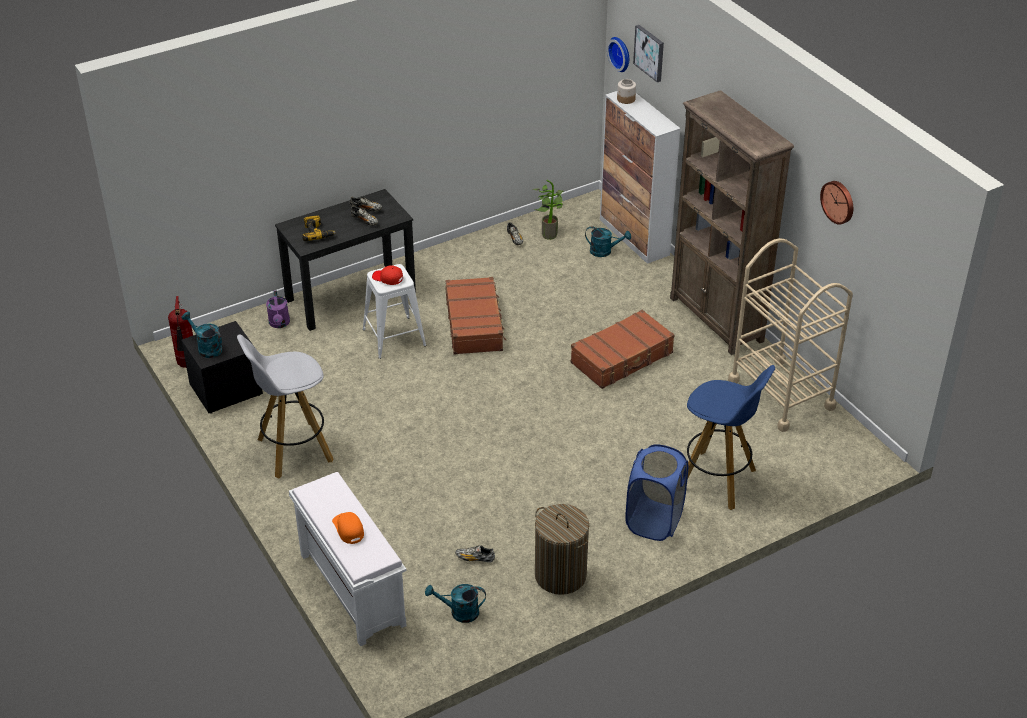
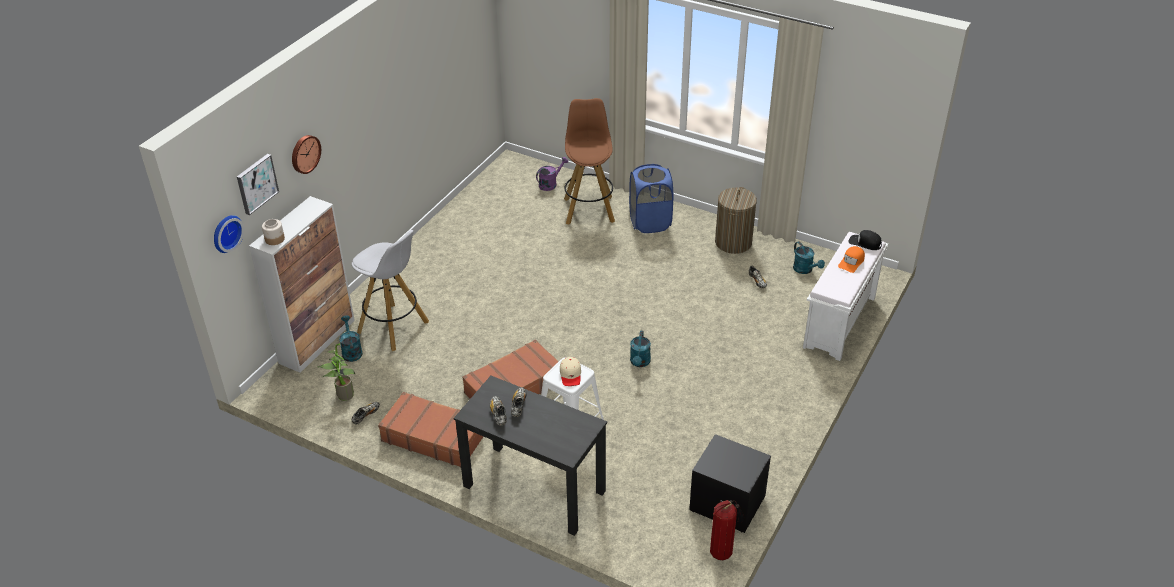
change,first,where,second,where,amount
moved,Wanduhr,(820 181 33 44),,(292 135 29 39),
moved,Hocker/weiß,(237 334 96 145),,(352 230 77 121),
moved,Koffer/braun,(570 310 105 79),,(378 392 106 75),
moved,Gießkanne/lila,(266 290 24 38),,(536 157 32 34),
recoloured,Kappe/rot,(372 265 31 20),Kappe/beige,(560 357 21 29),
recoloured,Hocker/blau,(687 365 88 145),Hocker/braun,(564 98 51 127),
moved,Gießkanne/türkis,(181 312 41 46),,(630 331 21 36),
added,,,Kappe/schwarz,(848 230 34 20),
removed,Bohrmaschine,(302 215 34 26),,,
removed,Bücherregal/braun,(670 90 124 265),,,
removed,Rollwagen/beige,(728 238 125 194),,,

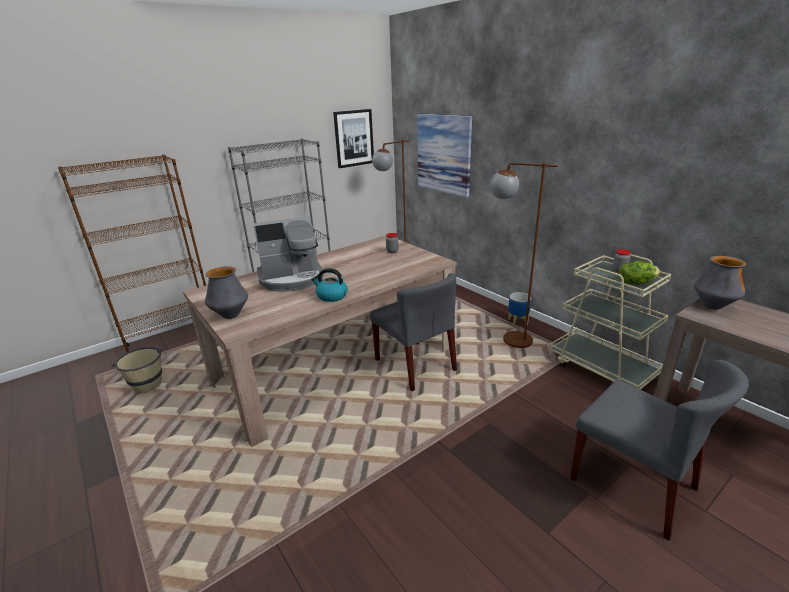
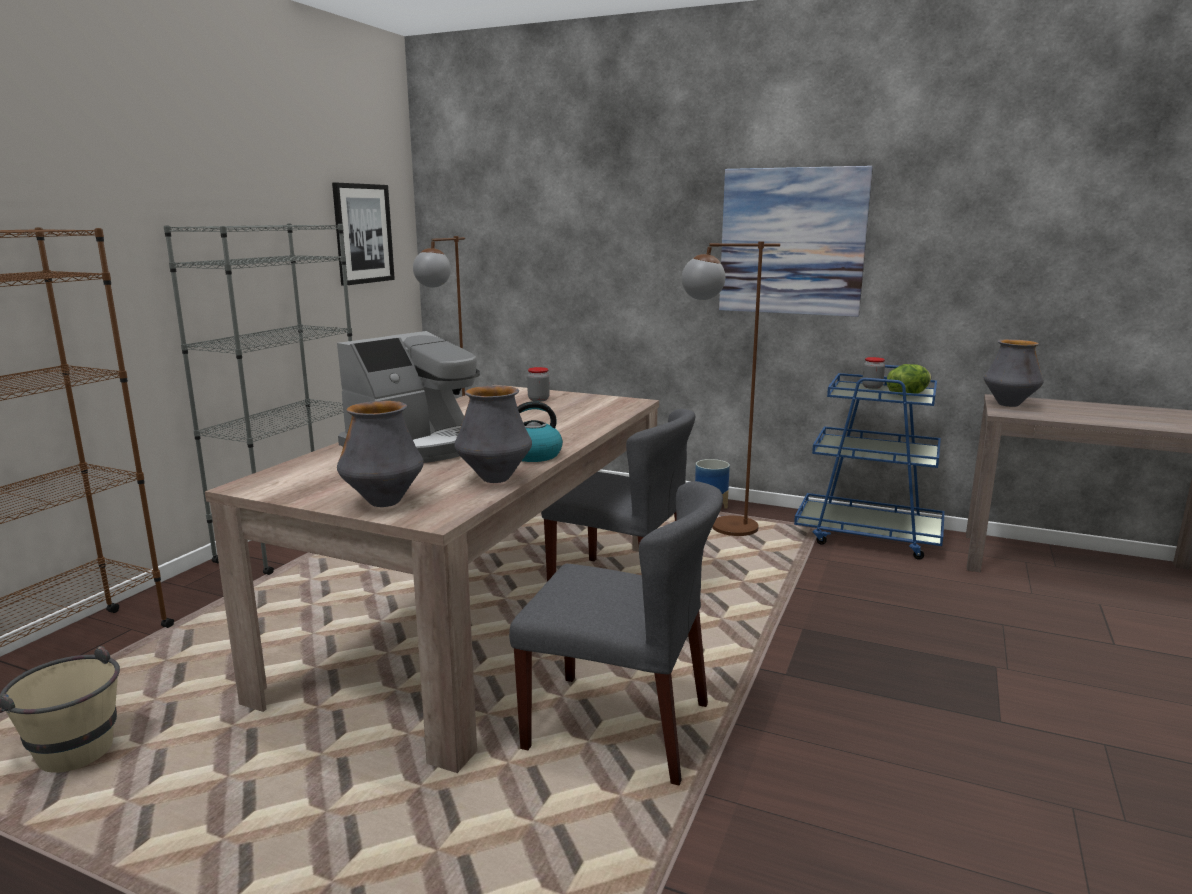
change,first,where,second,where,amount
added,,,Vase,(454 386 78 97),
moved,Stuhl/grau,(570 360 179 181),,(509 481 214 304),
moved,Bild,(417 114 55 84),,(719 166 154 151),
recoloured,Rollwagen/beige,(549 254 122 136),Rollwagen/blau,(794 365 151 195),

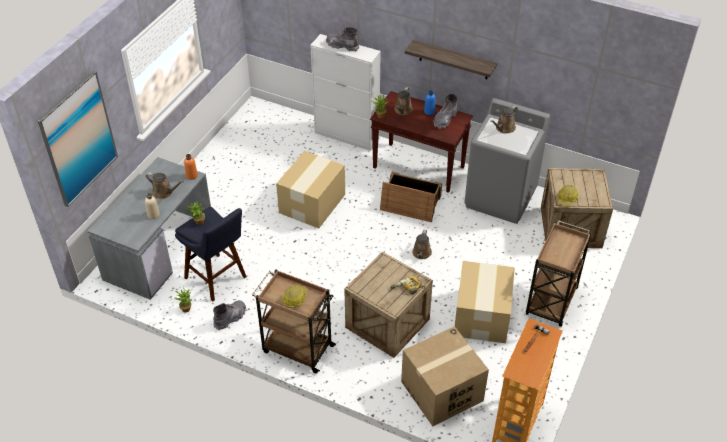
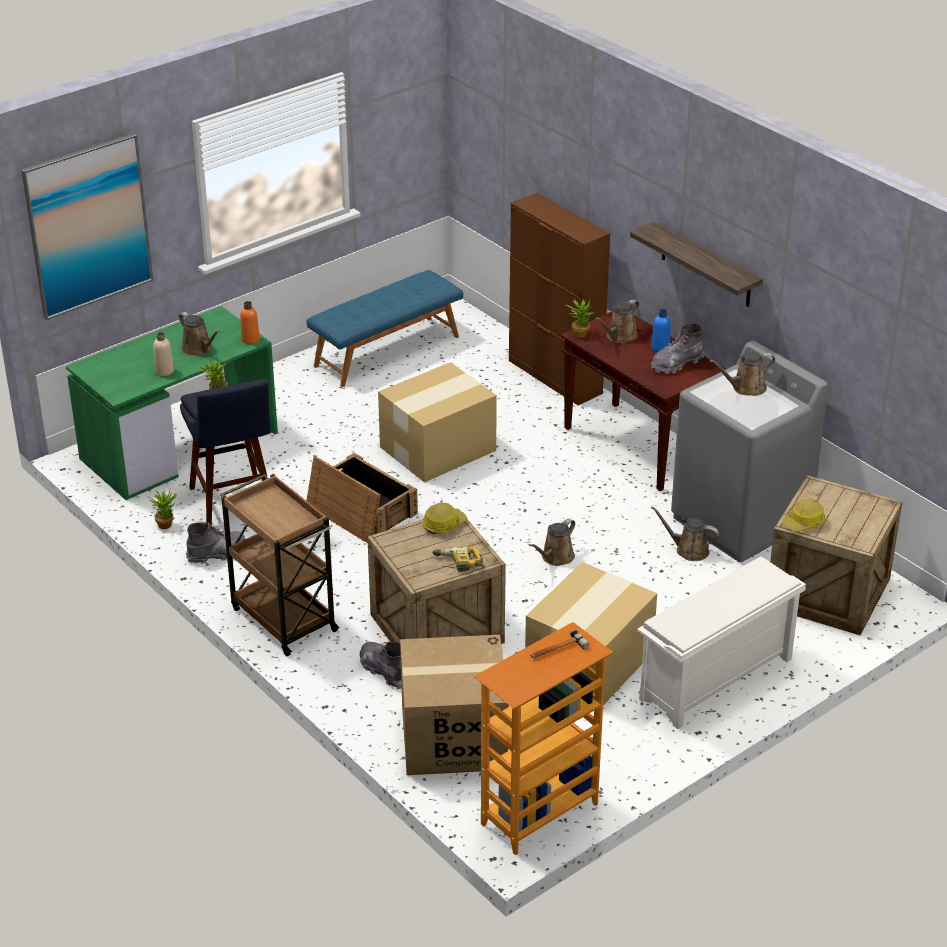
change,first,where,second,where,amount
recoloured,Schreibtisch/grau,(87 157 124 143),Schreibtisch/grün,(66 306 212 194),
moved,Kiste,(380 172 62 50),,(306 453 112 90),
added,,,Bank/blau,(307 270 156 117),
moved,Stiefel/grau,(326 27 33 25),,(360 641 42 48),
moved,Schutzhelm,(282 285 26 23),,(422 503 46 31),
recoloured,Schrank/weiß,(310 34 71 117),Schrank/braun,(509 193 101 212),
replaced,Rollwagen/braun,(526 220 65 107),Schuhregal/weiß,(637 556 169 173),
added,,,Gießkanne/braun,(651 506 68 55),

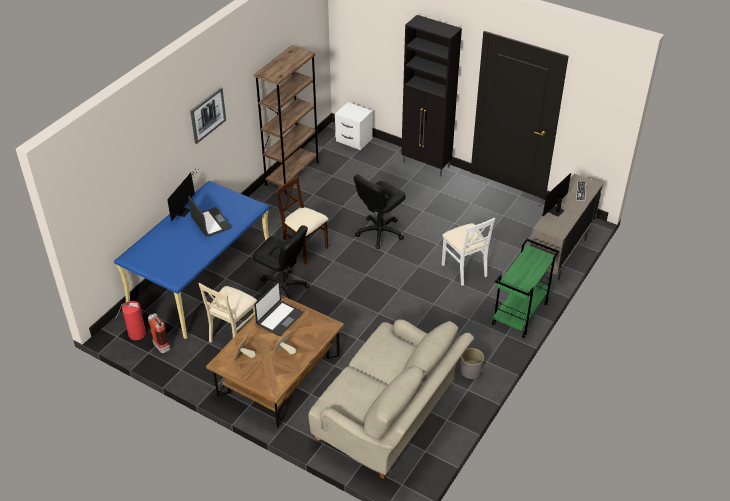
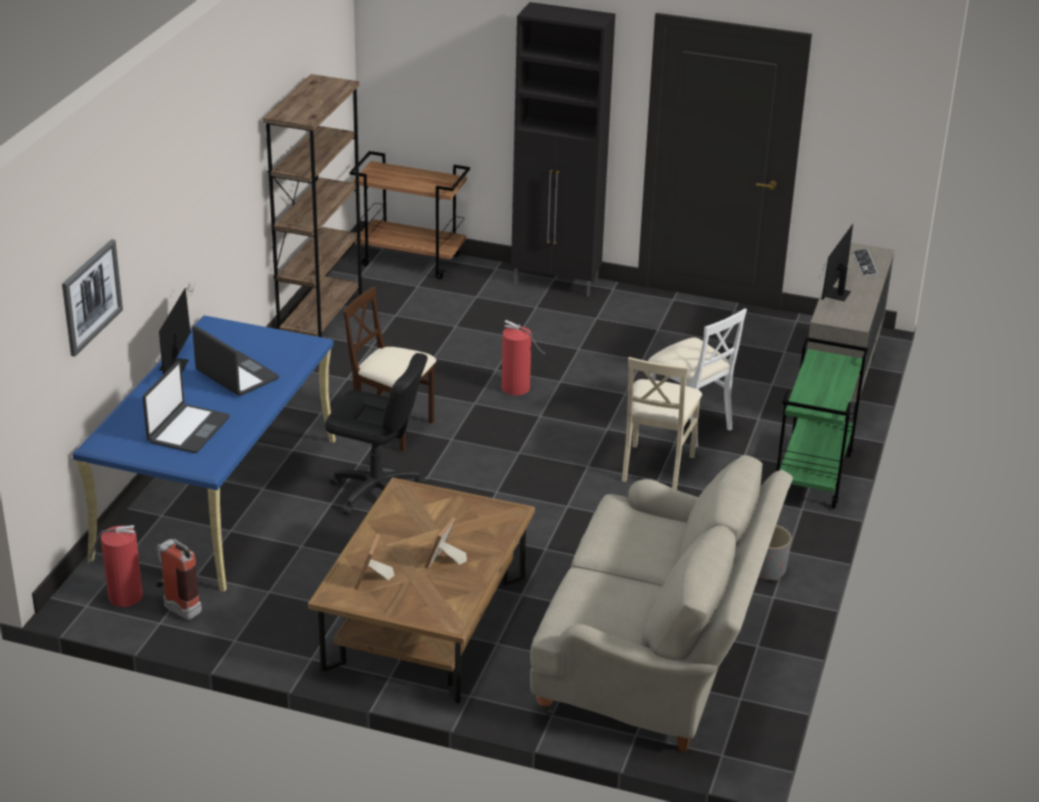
change,first,where,second,where,amount
moved,Bild,(190 87 36 57),,(62 239 61 118),
moved,Laptop,(254 281 49 55),,(143 361 87 92),
replaced,Nachttisch/weiß,(335 102 38 48),Rollwagen/braun,(349 151 121 128),
replaced,Bürostuhl/schwarz,(353 174 53 75),Feuerlöscher,(502 320 43 75),
moved,Stuhl/beige,(199 283 58 60),,(622 357 80 133),

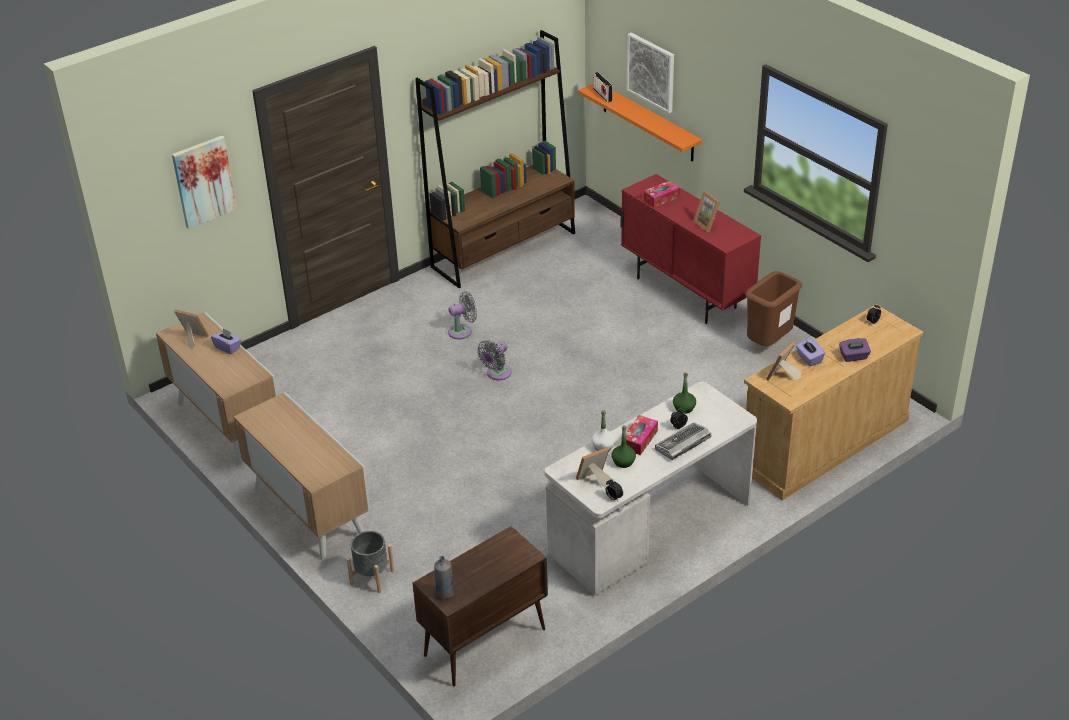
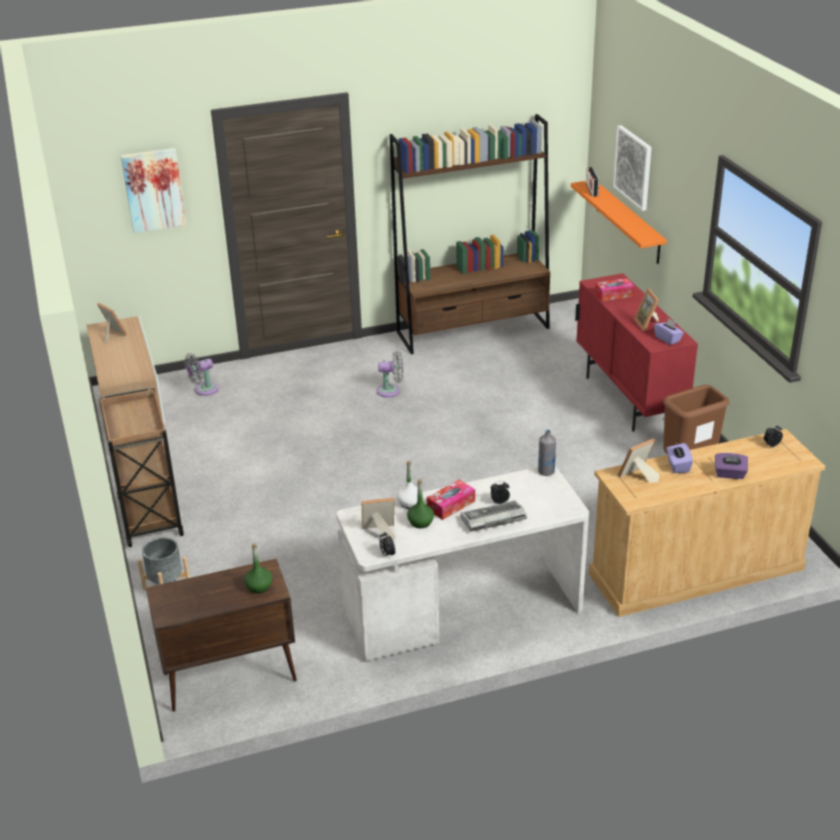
change,first,where,second,where,amount
replaced,Schrank,(234 392 136 168),Rollwagen/braun,(99 387 85 160),
moved,Ventilator/grau,(477 340 35 40),,(184 353 35 43),
moved,Flasche/grün,(673 372 23 42),,(244 544 28 49),
moved,Flasche/grau,(434 556 20 43),,(538 430 18 46),
moved,Taschentuchbox/lila,(211 328 30 26),,(654 318 30 27),

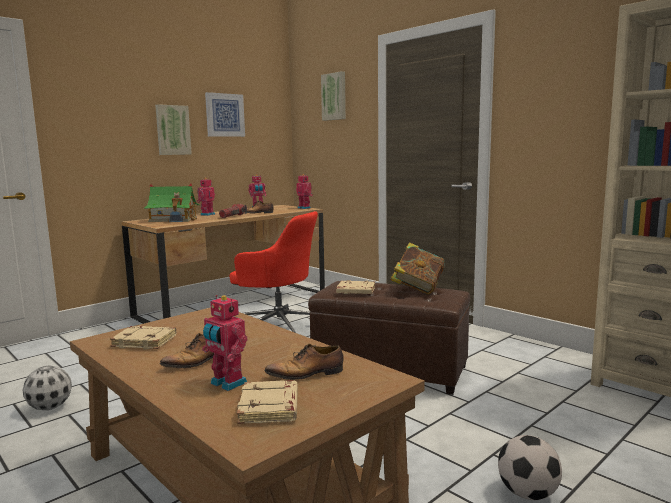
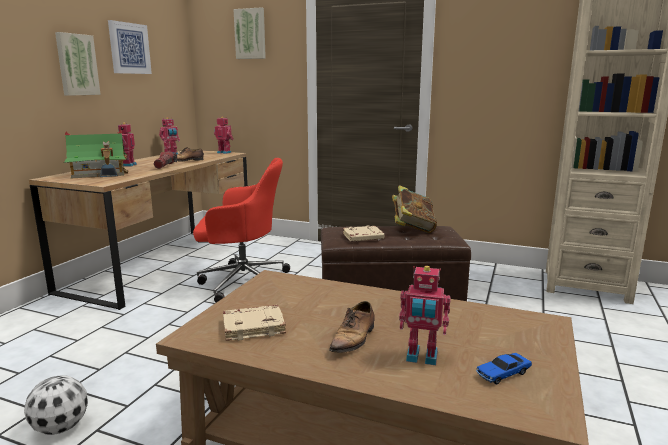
change,first,where,second,where,amount
replaced,Buch/beige,(237 380 61 44),Spielzeugauto,(476 353 56 32),
removed,Schuh,(264 343 80 37),,,
removed,Fußball,(498 435 64 65),,,

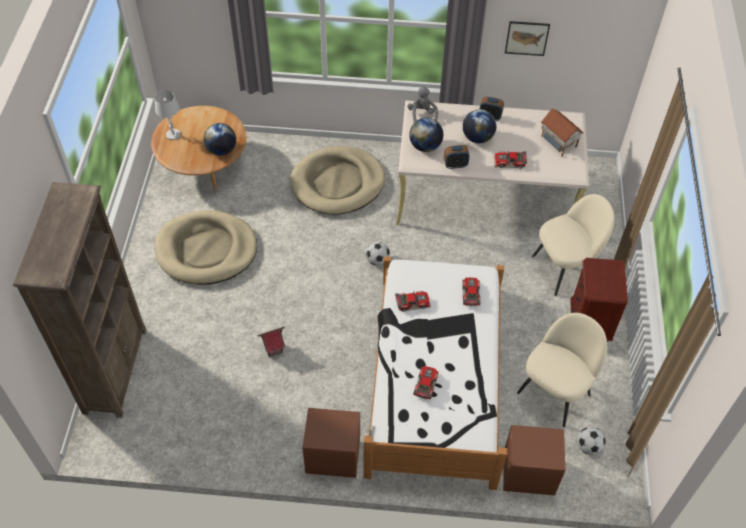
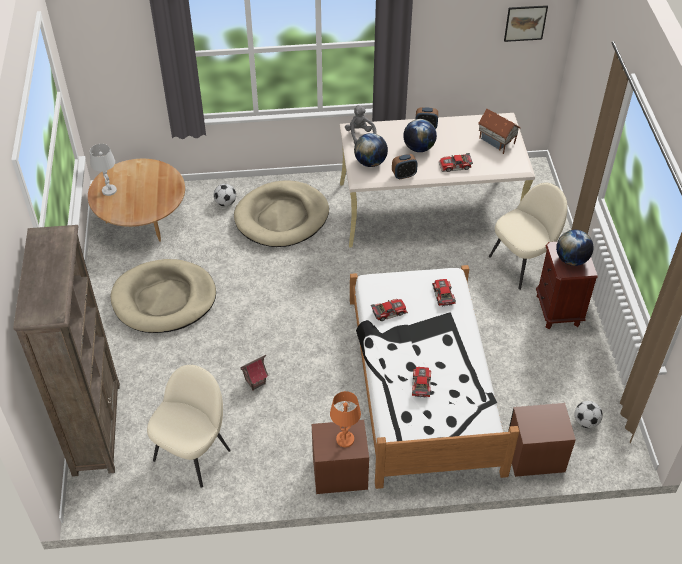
change,first,where,second,where,amount
moved,Stuhl/beige,(517 313 90 114),,(147 365 84 123),
moved,Fußball,(366 241 24 25),,(213 184 23 22),
added,,,Tischlampe/orange,(330 391 31 56),
moved,Bild,(505 21 45 35),,(504 5 44 37),
moved,Globus,(204 123 32 33),,(556 230 38 36),

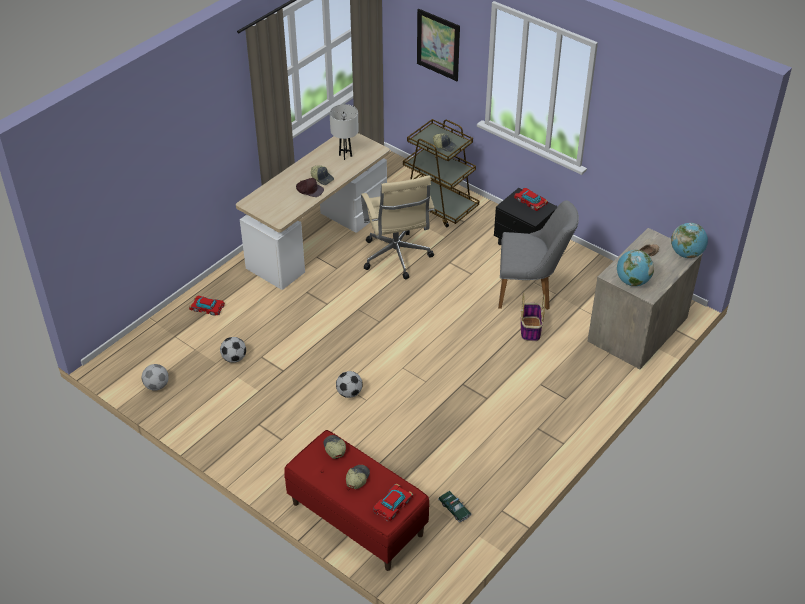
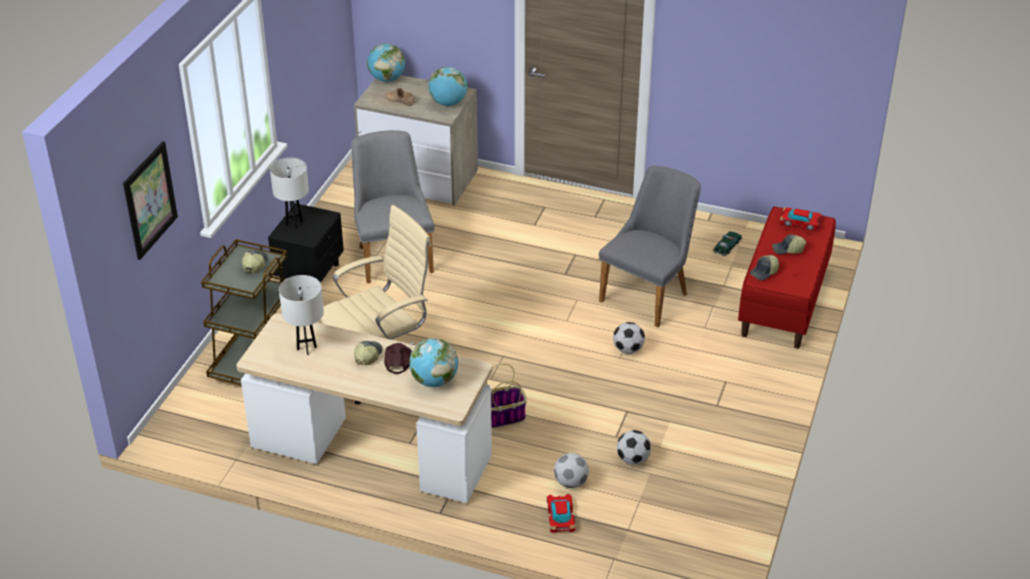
change,first,where,second,where,amount
replaced,Spielzeugauto,(514 188 34 23),Tischlampe/weiß,(270 158 39 70),
added,,,Globus,(409 338 49 49),
moved,Korb,(521 293 24 48),,(486 363 41 65),
moved,Fußball,(142 364 27 27),,(554 453 35 35),
added,,,Stuhl/grau,(599 166 102 162),

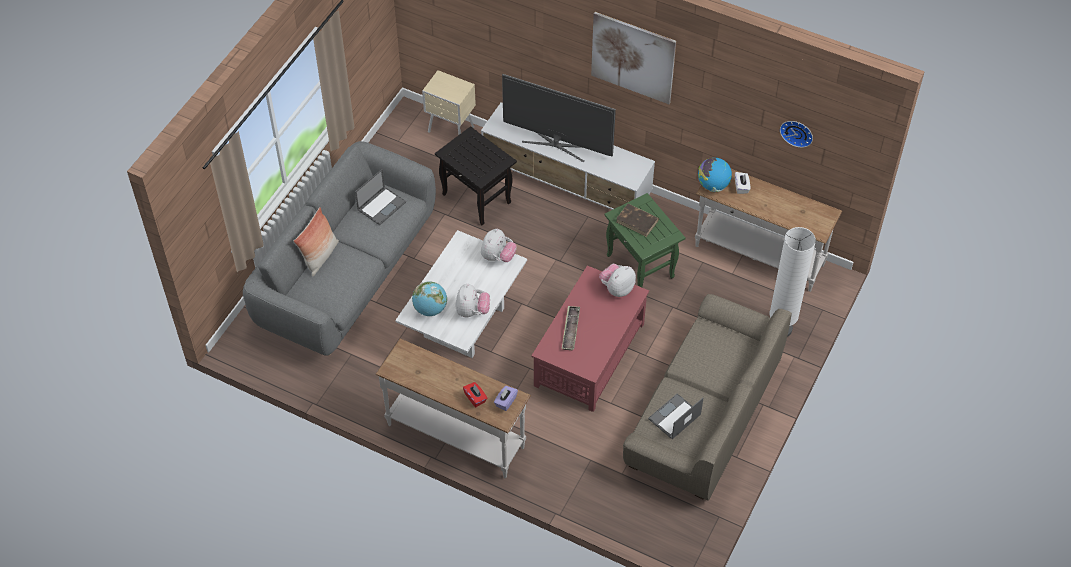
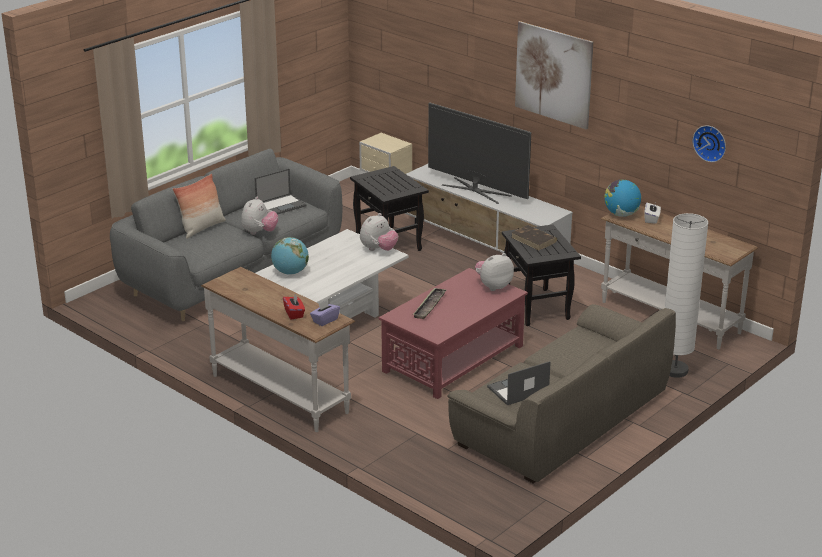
change,first,where,second,where,amount
moved,Plüschtier,(455 284 35 33),,(241 197 37 38),
recoloured,Beistelltisch/grün,(605 193 81 95),Beistelltisch/schwarz,(502 224 79 102),

